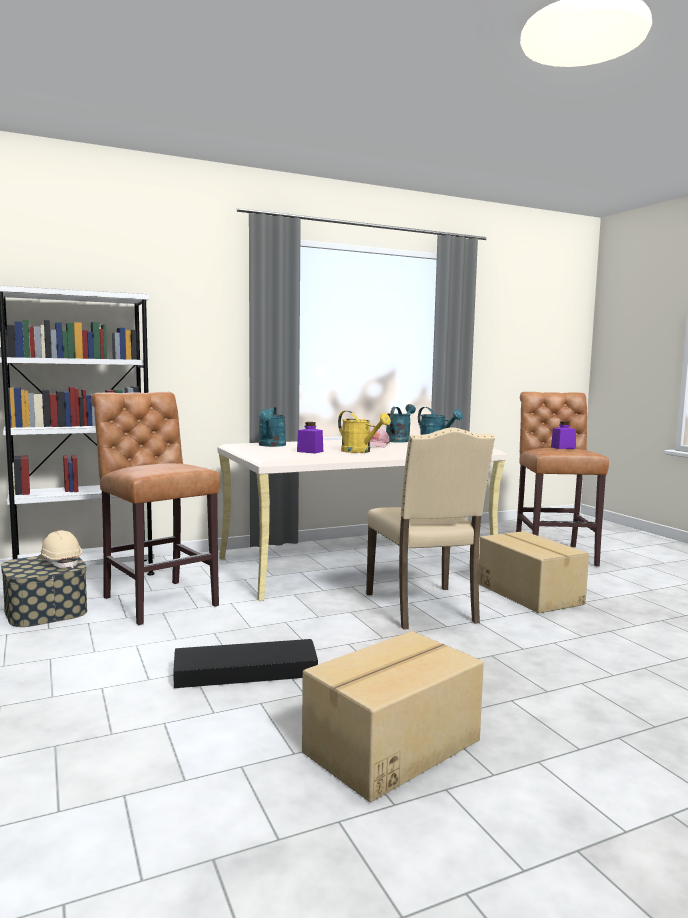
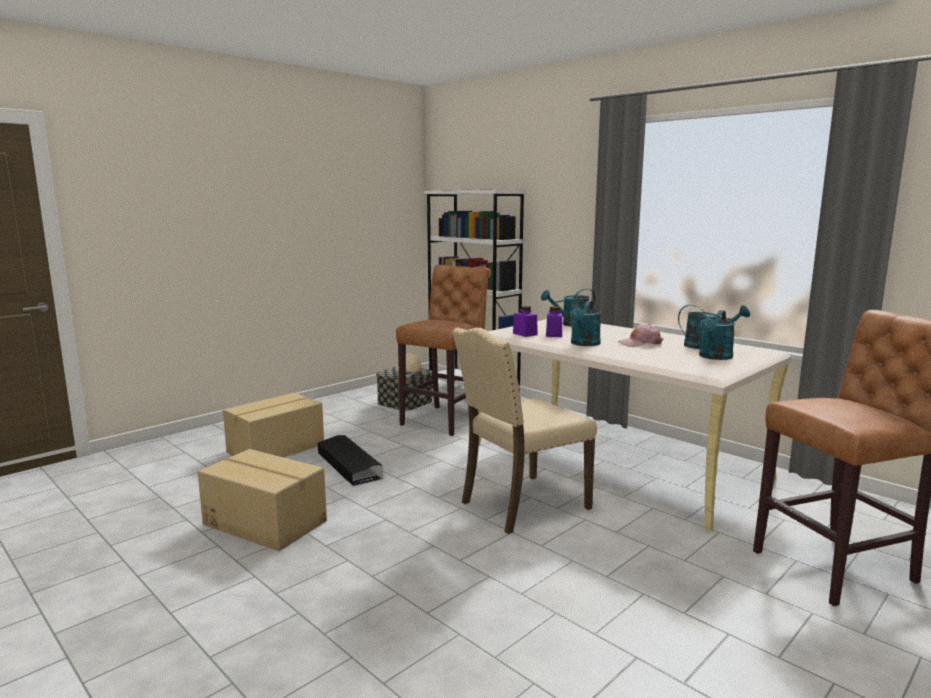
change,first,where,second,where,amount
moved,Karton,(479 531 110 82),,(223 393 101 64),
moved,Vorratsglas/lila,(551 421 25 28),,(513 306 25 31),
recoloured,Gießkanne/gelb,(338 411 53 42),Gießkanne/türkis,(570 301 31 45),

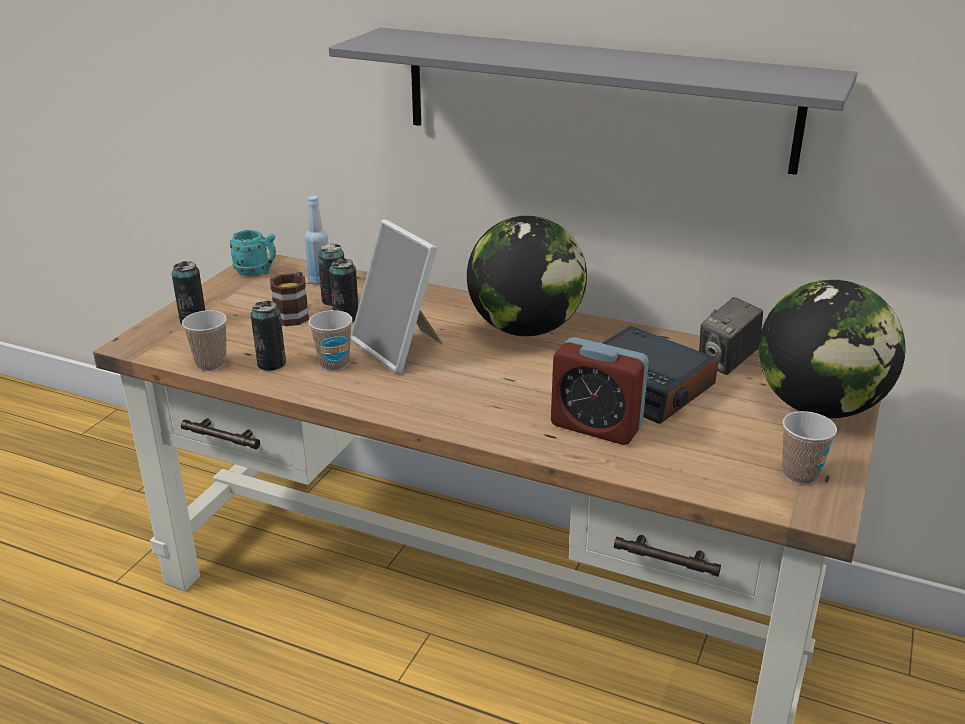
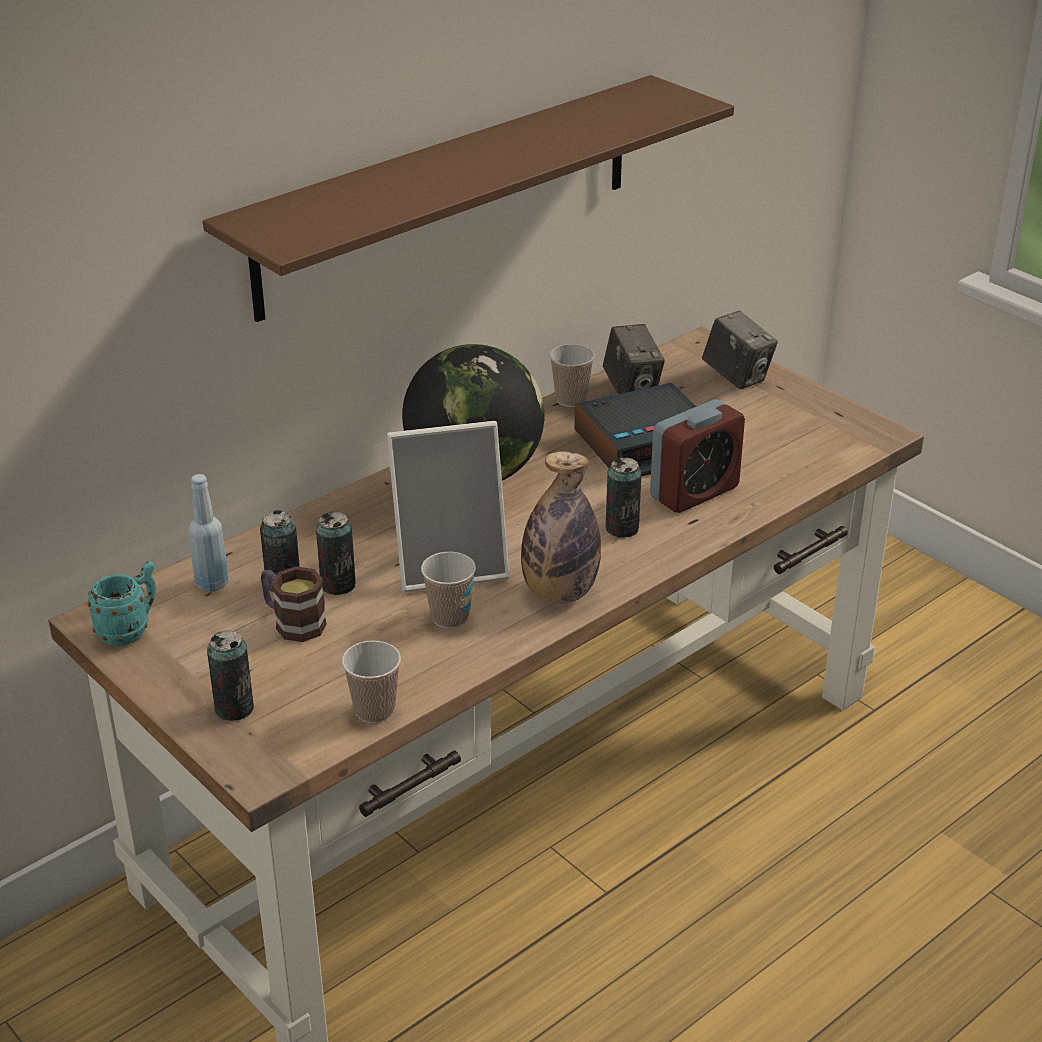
change,first,where,second,where,amount
recoloured,Wandregal/grau,(329 28 528 147),Wandregal/braun,(203 75 531 247),
added,,,Flasche,(521 451 80 152),
moved,Tasse,(782 411 55 74),,(549 344 46 63),
moved,Dose,(250 301 37 70),,(605 457 37 81),
replaced,Globus,(759 280 146 138),Kamera,(702 311 76 78),

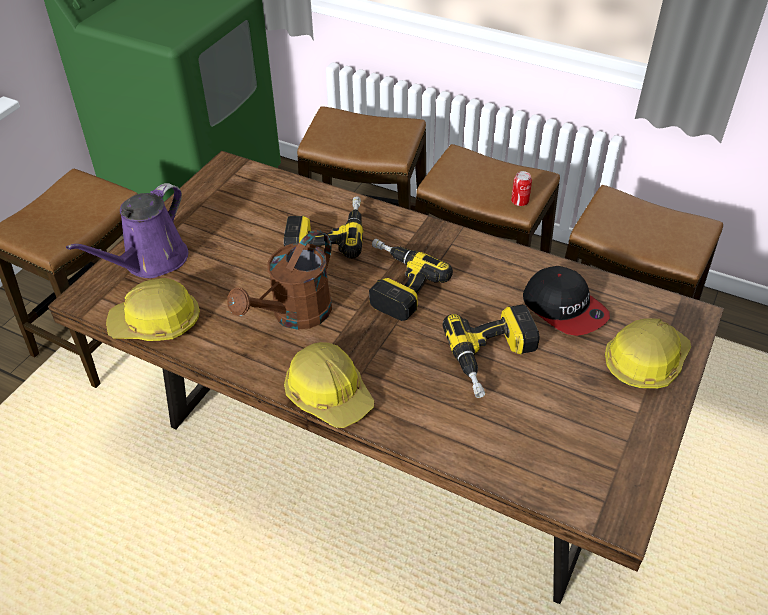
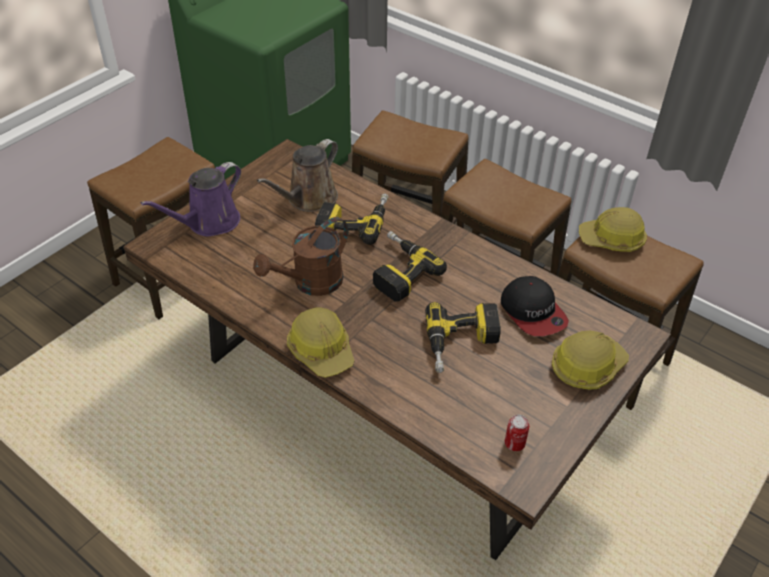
change,first,where,second,where,amount
added,,,Gießkanne/braun,(257 139 81 73),
moved,Dose,(511 171 21 35),,(505 414 24 37),
moved,Schutzhelm,(106 278 94 63),,(579 207 68 45),

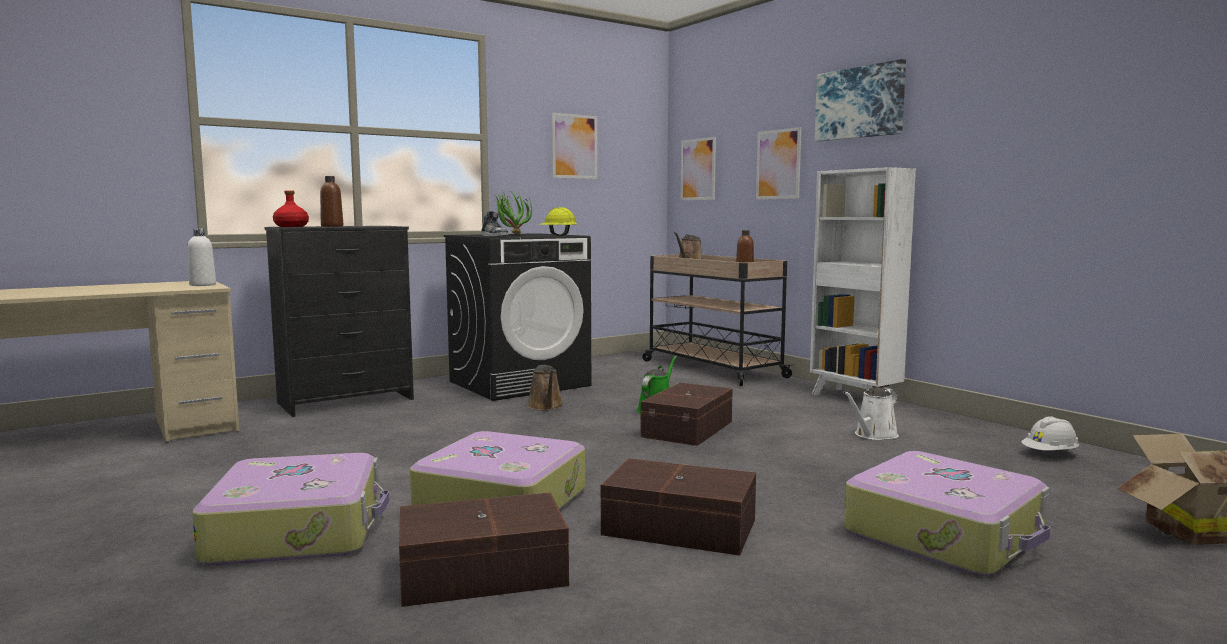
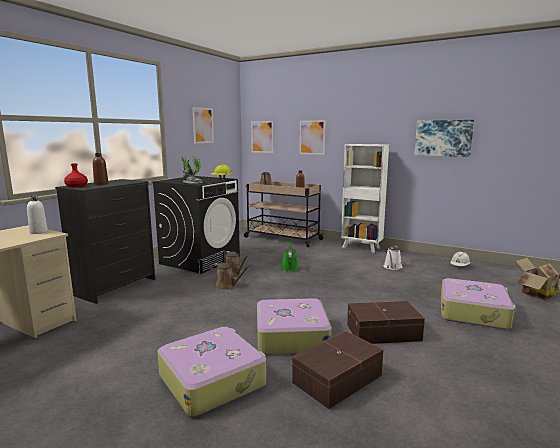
change,first,where,second,where,amount
added,,,Gießkanne/braun,(210 263 41 27),
moved,Bild,(814 59 92 82),,(414 120 60 37),
removed,Aufbewahrungsbox/braun,(640 383 93 63),,,

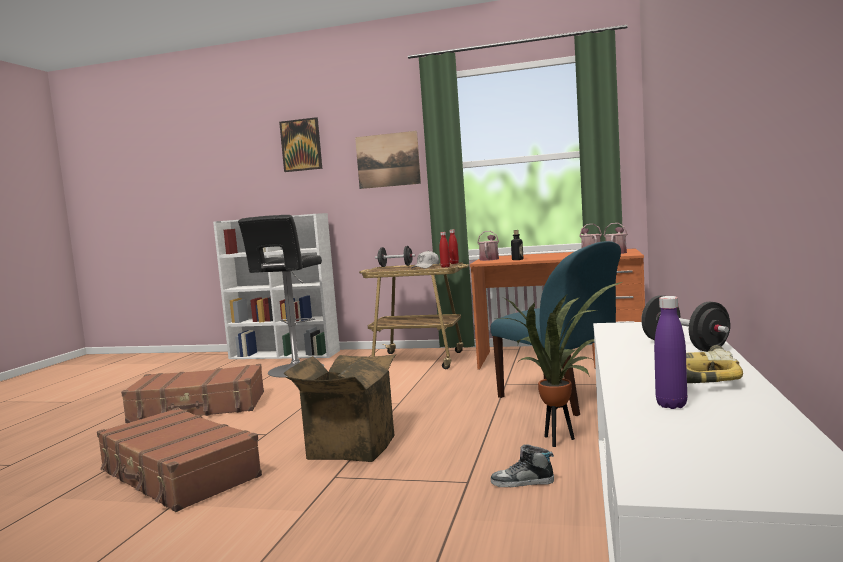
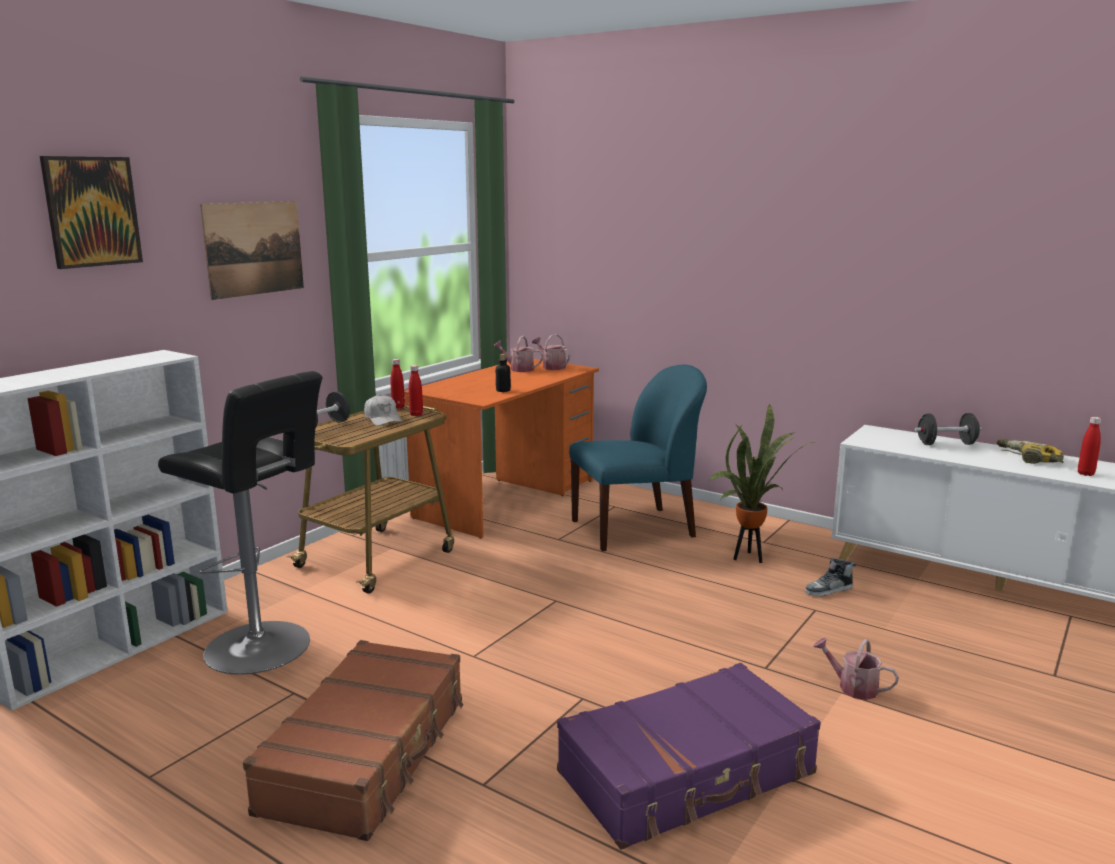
change,first,where,second,where,amount
recoloured,Koffer/braun,(97 407 165 105),Koffer/lila,(557 663 264 187),
turned,Schuh,(491 444 63 43),,(805 558 51 39),45 degrees clockwise
moved,Gießkanne,(477 231 22 30),,(813 637 86 63),
recoloured,Flasche/lila,(654 296 33 113),Flasche/rot,(1078 417 23 59),
removed,Karton,(283 354 113 108),,,

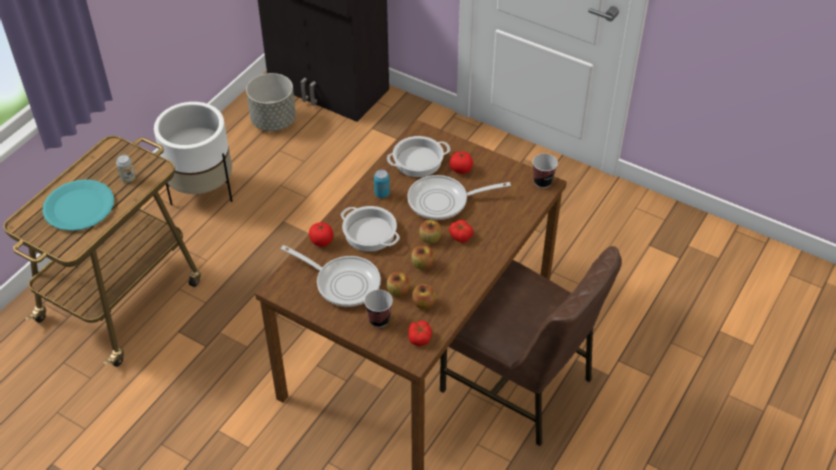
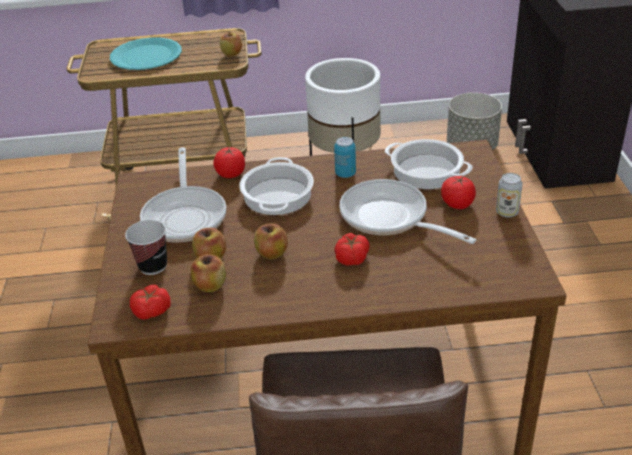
change,first,where,second,where,amount
moved,Apfel,(419 220 23 24),,(220 32 22 24),
moved,Dose,(116 155 19 28),,(496 173 27 45),
removed,Tasse,(532 153 26 35),,,

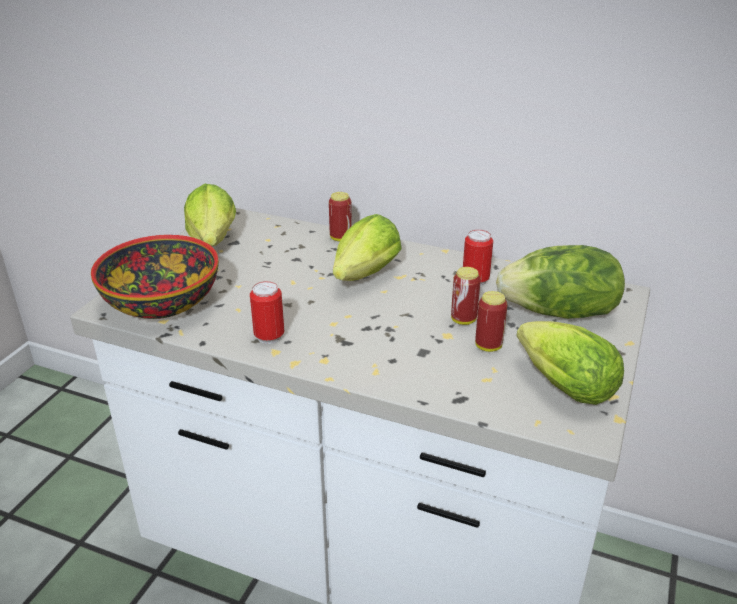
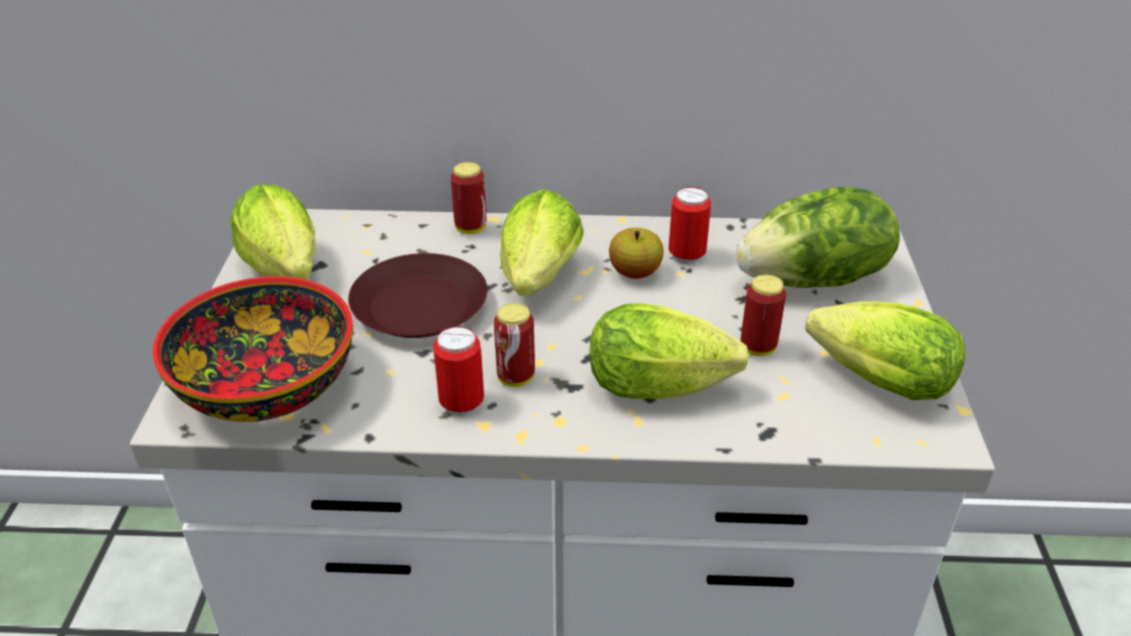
change,first,where,second,where,amount
added,,,Teller/braun,(348 253 139 85),
moved,Dose,(451 267 30 58),,(494 303 41 84),
added,,,Salatkopf,(590 303 159 96),
added,,,Apfel,(609 228 55 51),

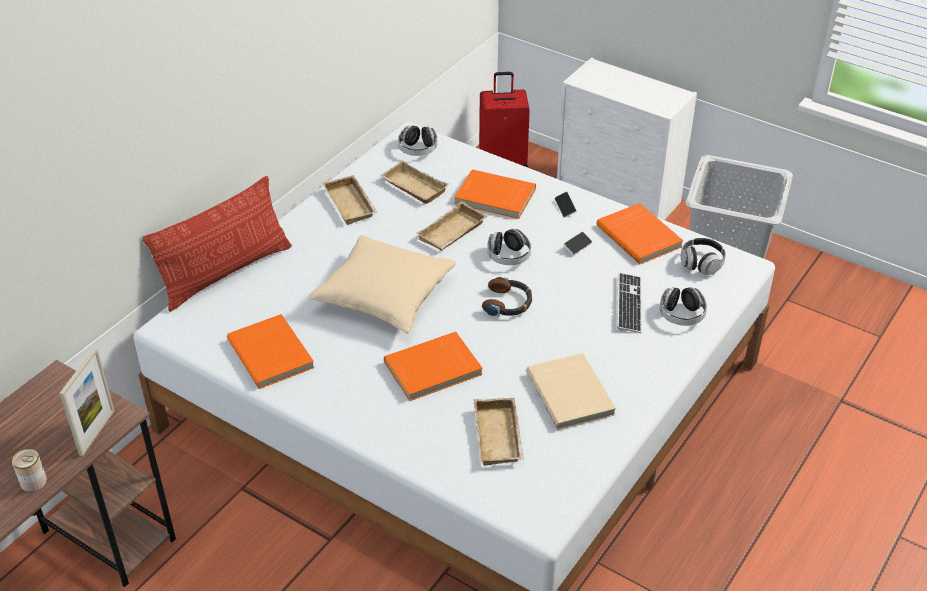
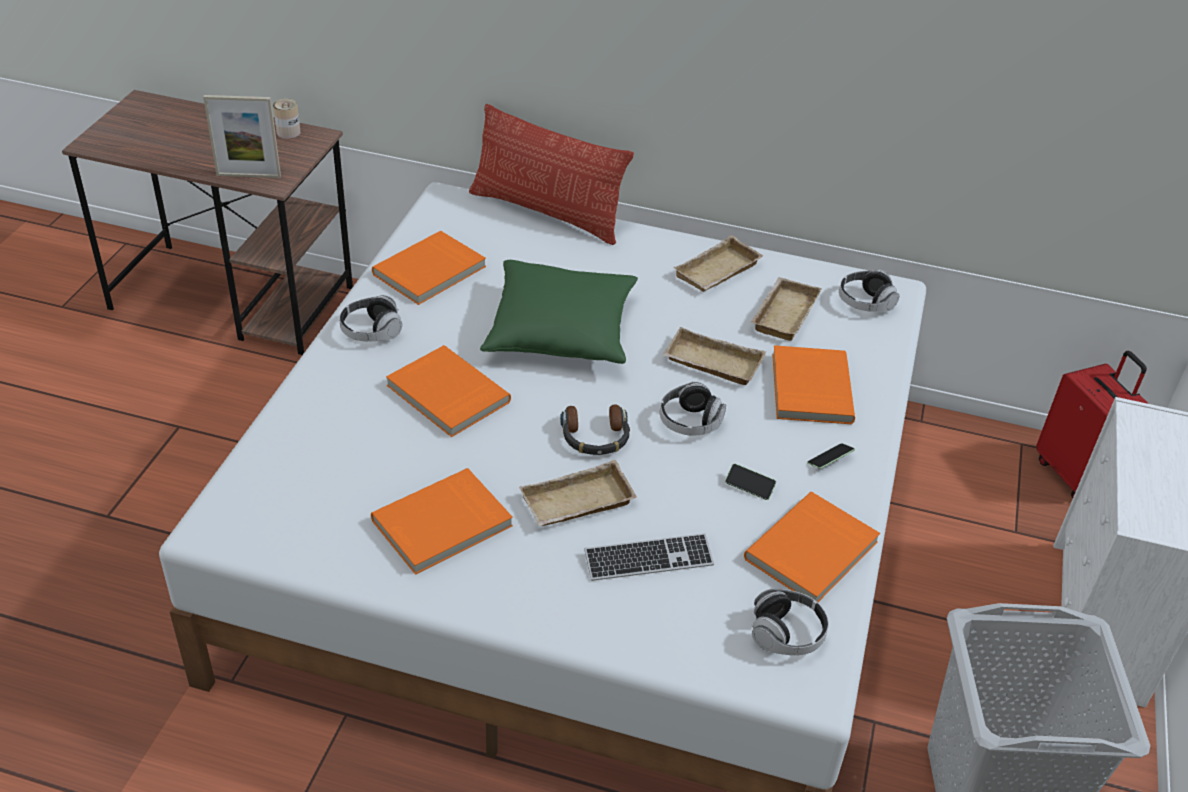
change,first,where,second,where,amount
moved,Dose,(12 449 35 43),,(273 99 28 40),
moved,Kopfhörer,(660 287 47 39),,(339 295 63 47),
recoloured,Buch/beige,(526 353 90 77),Buch/orange,(371 468 142 107),
recoloured,Kissen/beige,(308 235 148 98),Kissen/grün,(480 260 158 104),
moved,Tablett/beige,(474 398 50 68),,(519 460 118 66),

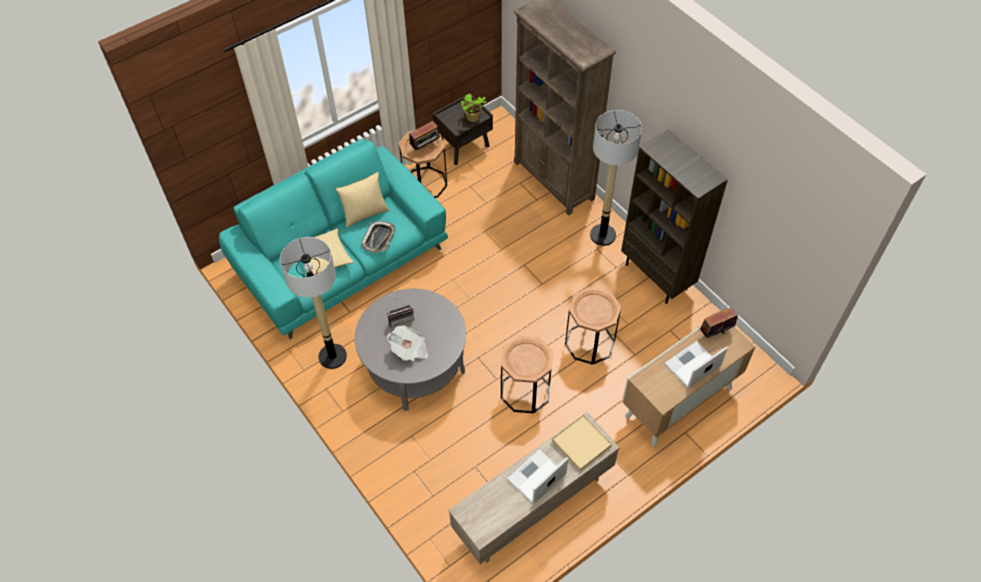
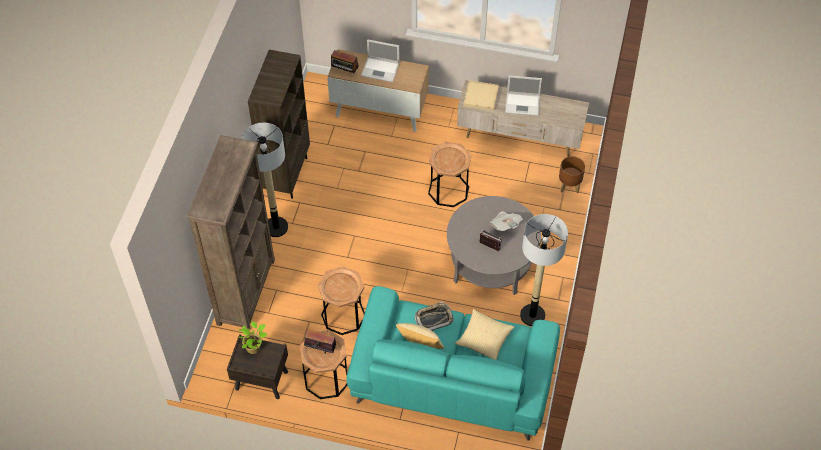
change,first,where,second,where,amount
moved,Beistelltisch/braun,(565 287 56 78),,(318 266 47 69),
added,,,Pflanzkübel/braun,(559 156 26 37),

